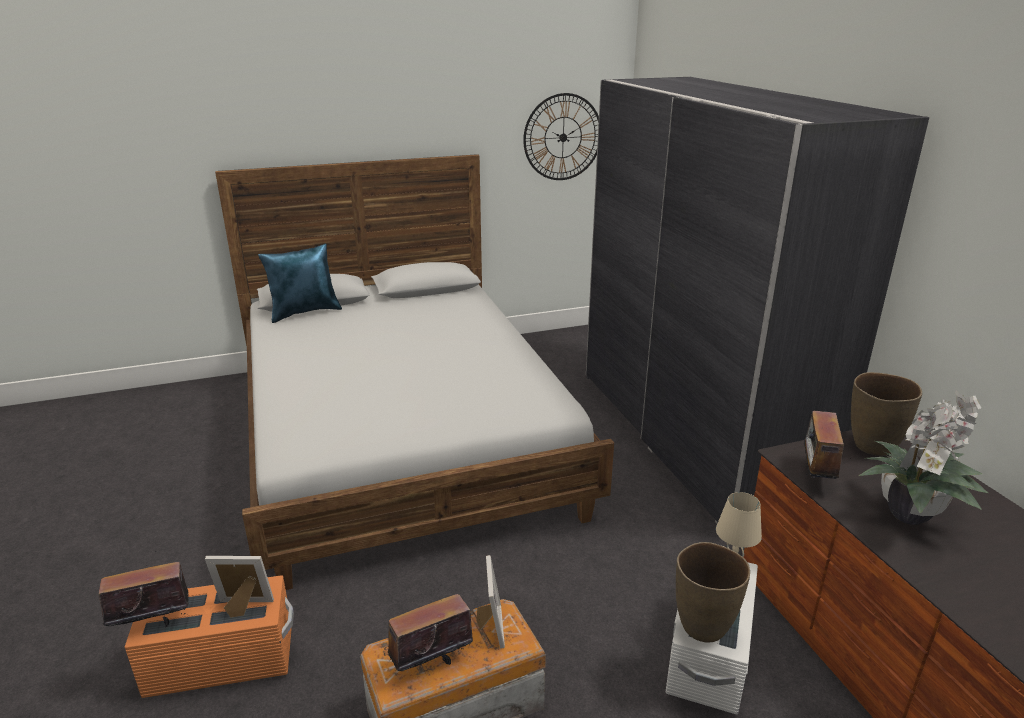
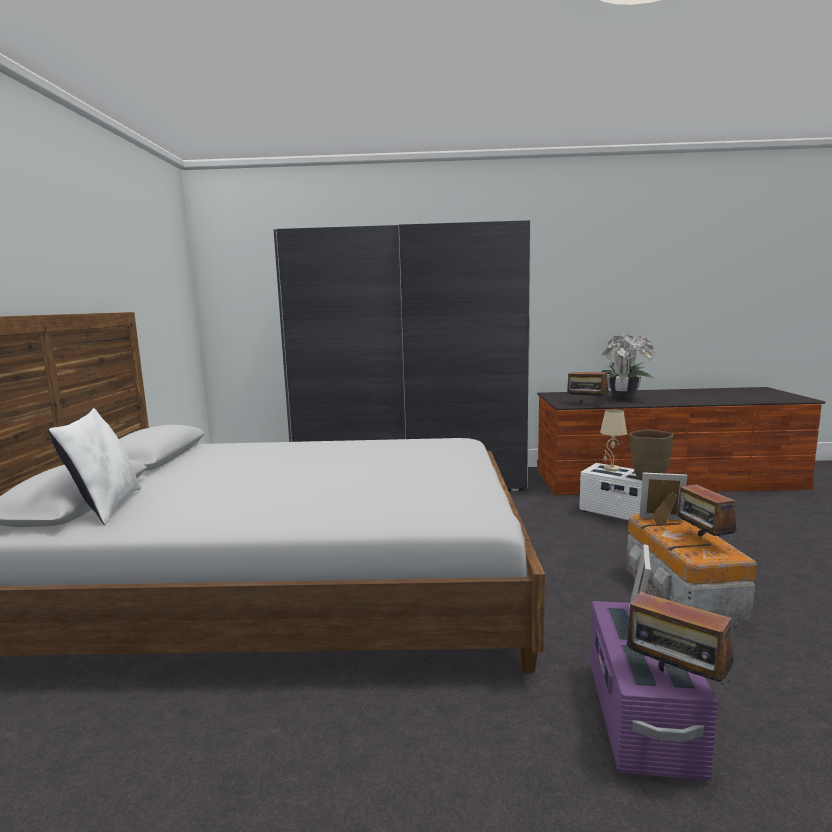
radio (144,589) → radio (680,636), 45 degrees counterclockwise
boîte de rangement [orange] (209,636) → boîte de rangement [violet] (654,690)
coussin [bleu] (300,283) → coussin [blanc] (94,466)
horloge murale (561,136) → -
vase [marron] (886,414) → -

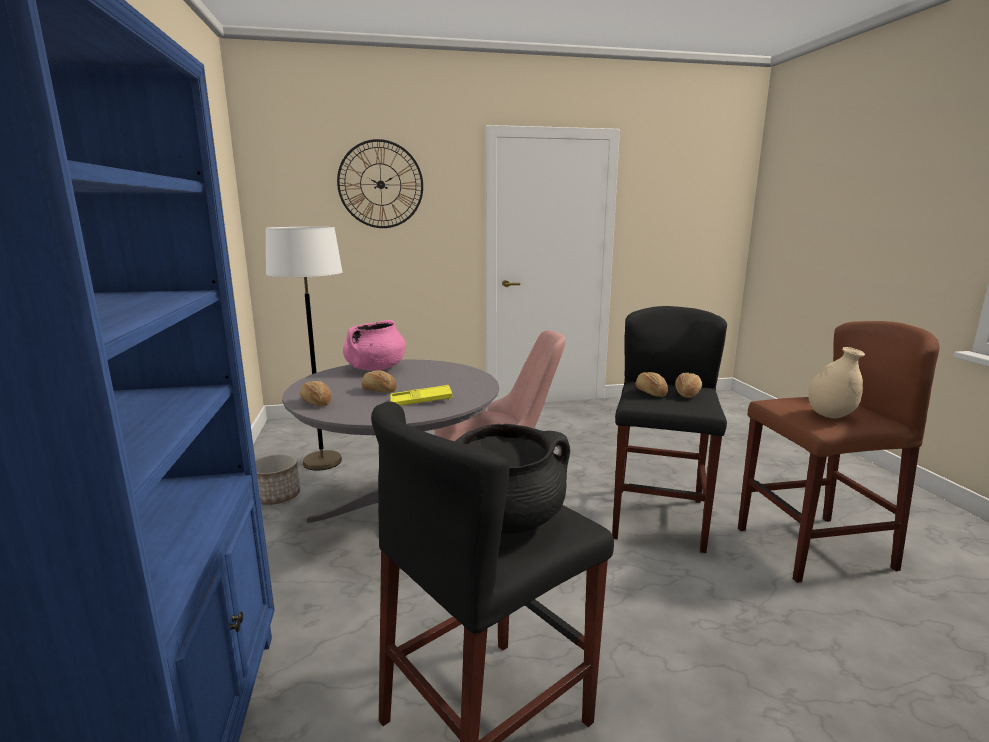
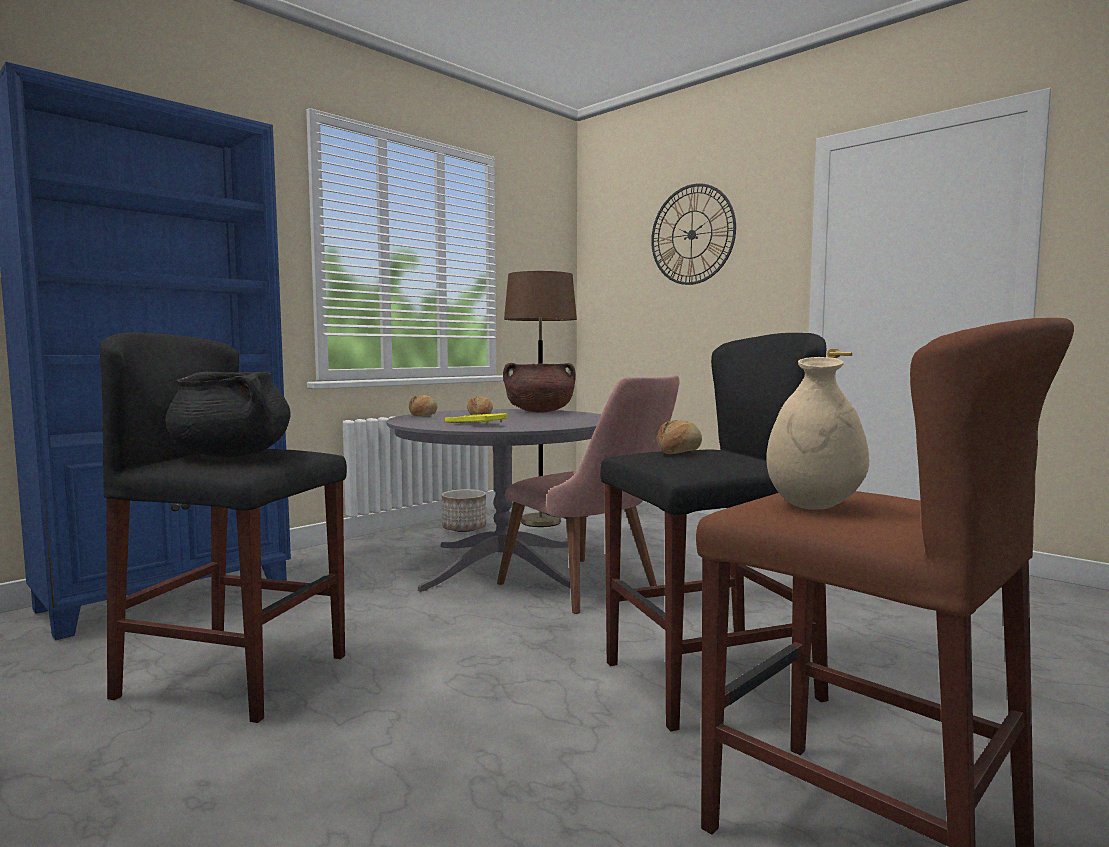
lampadaire [blanc] (304,348) → lampadaire [marron] (540,399)
marmite [rose] (374,345) → marmite [marron] (539,387)
pain (688,385) → -

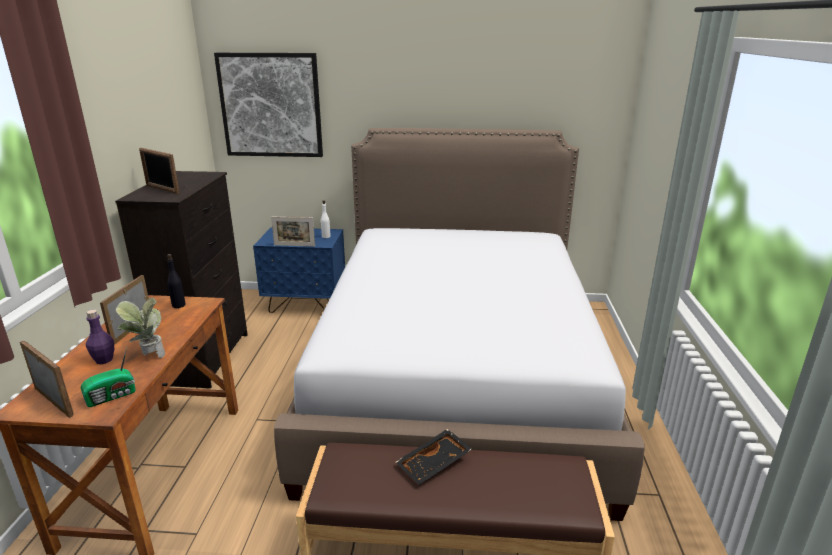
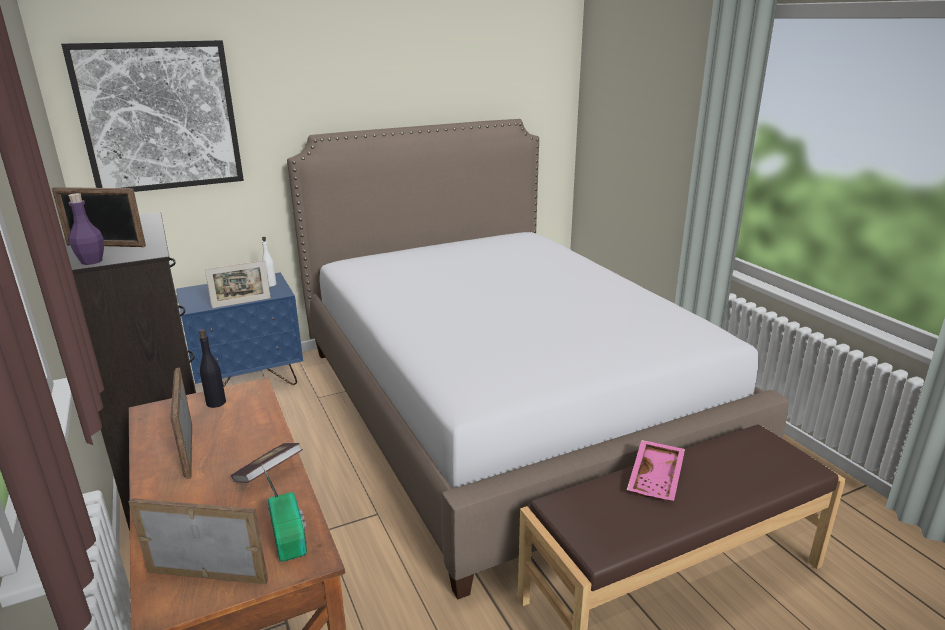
radio (108,377) → radio (284,513), 45 degrees counterclockwise
bouteille [violet] (100,337) → bouteille [violet] (86,229), relocated
plante en pot (140,327) → livre (267,463)
plateau [noir] (434,457) → plateau [rose] (656,470)

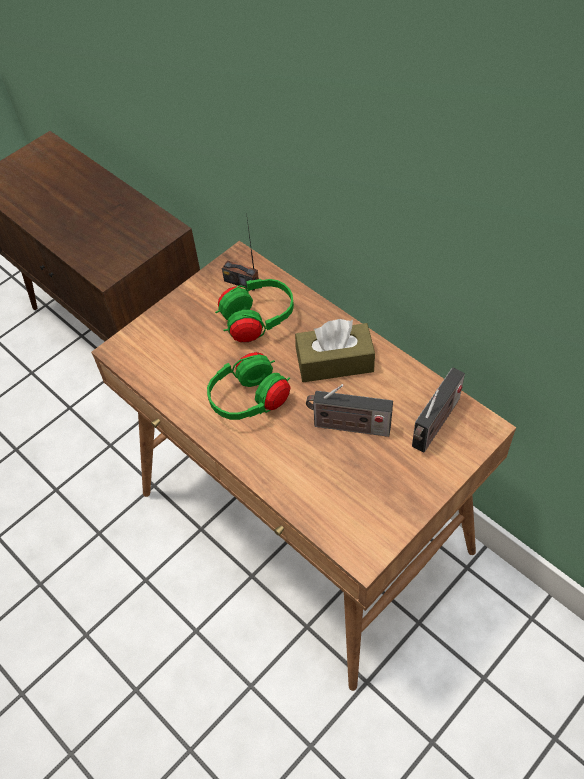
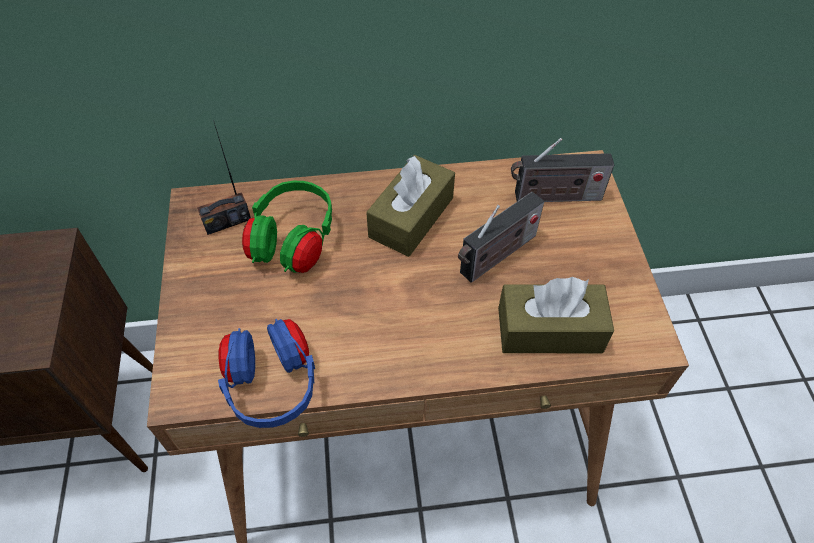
casque audio [vert] (249,386) → -
radio (438,410) → radio (562,170), 105 degrees clockwise
- → casque audio [bleu] (266,373)
- → boîte à mouchoirs [marron] (556,315)

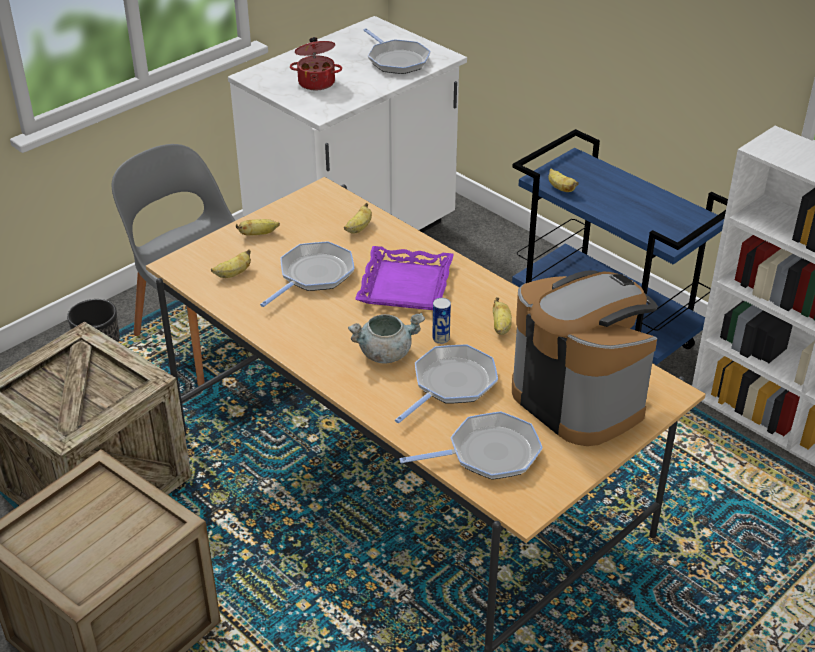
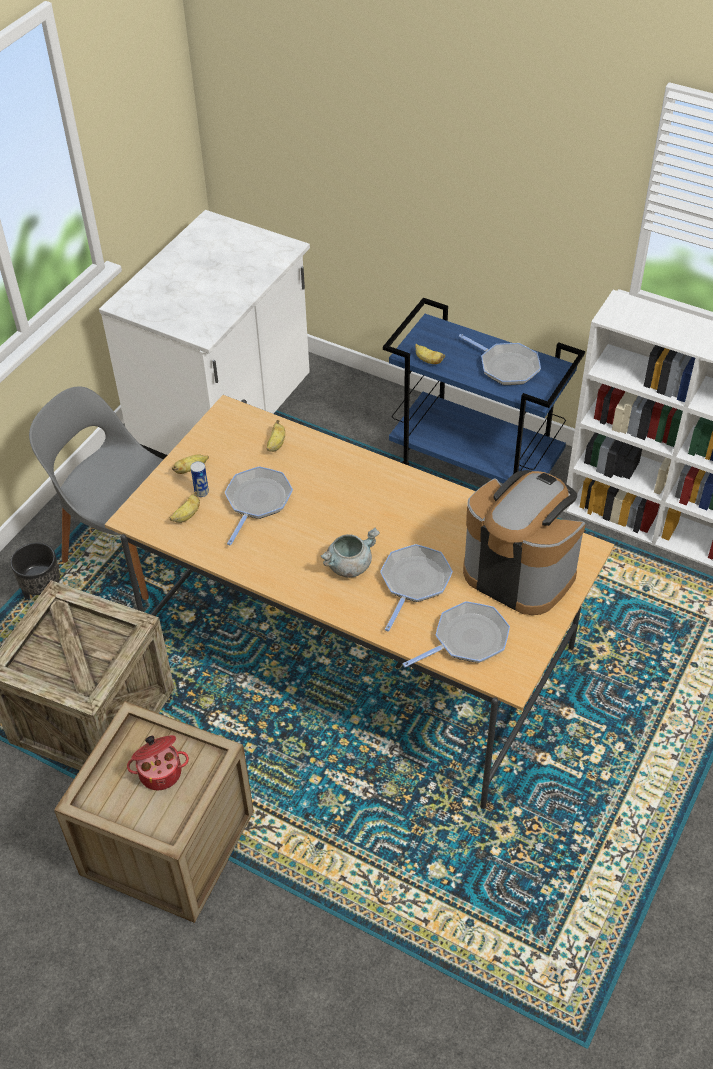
marmite (316,63) → marmite (158,762), relocated
plateau [violet] (404,278) → -
poêle (397,51) → poêle (500,359), relocated
boîte métallique (441,321) → boîte métallique (199,479), relocated
banane (502,316) → -

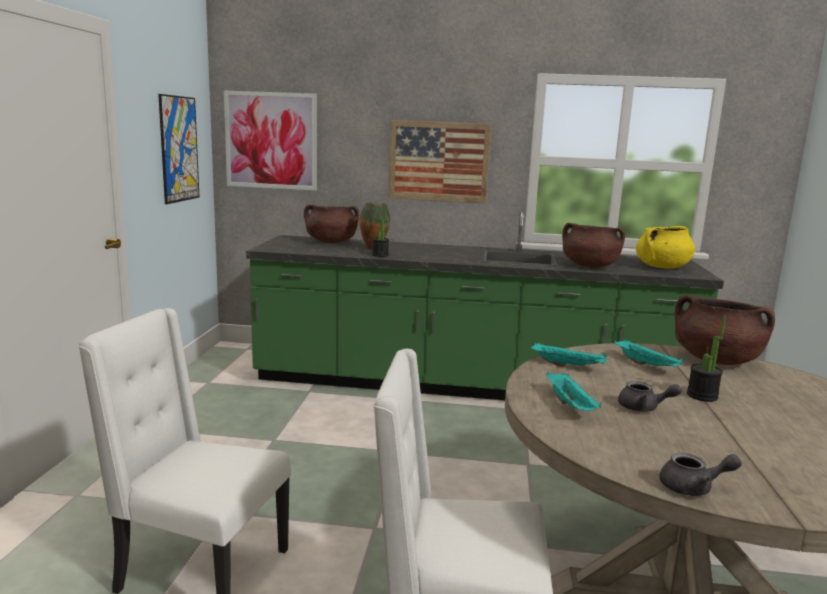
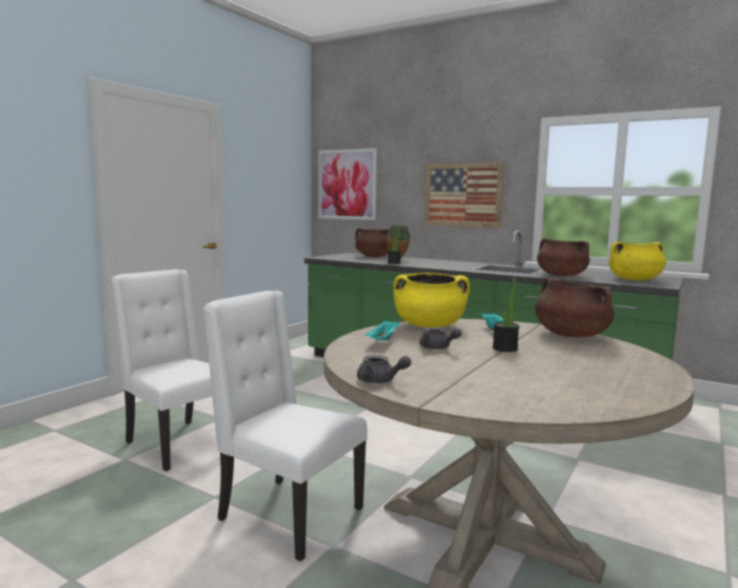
tableau (179,149) → -
plateau [turquoise] (569,355) → marmite [jaune] (431,300)

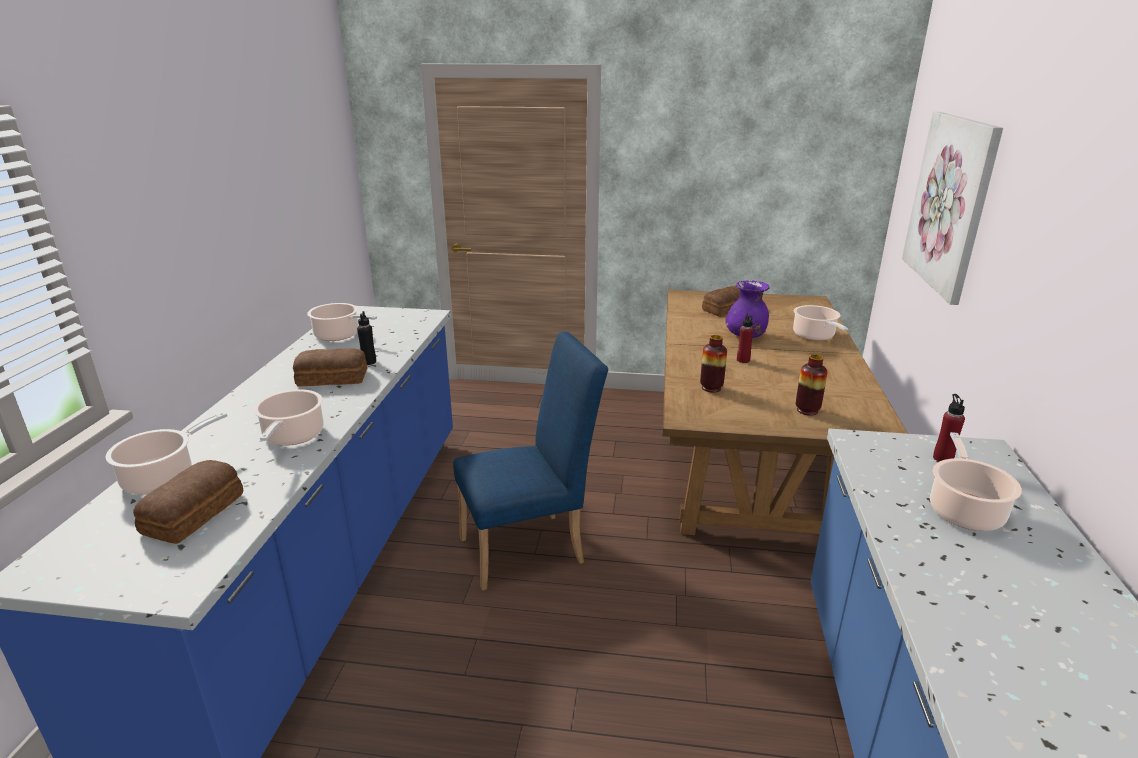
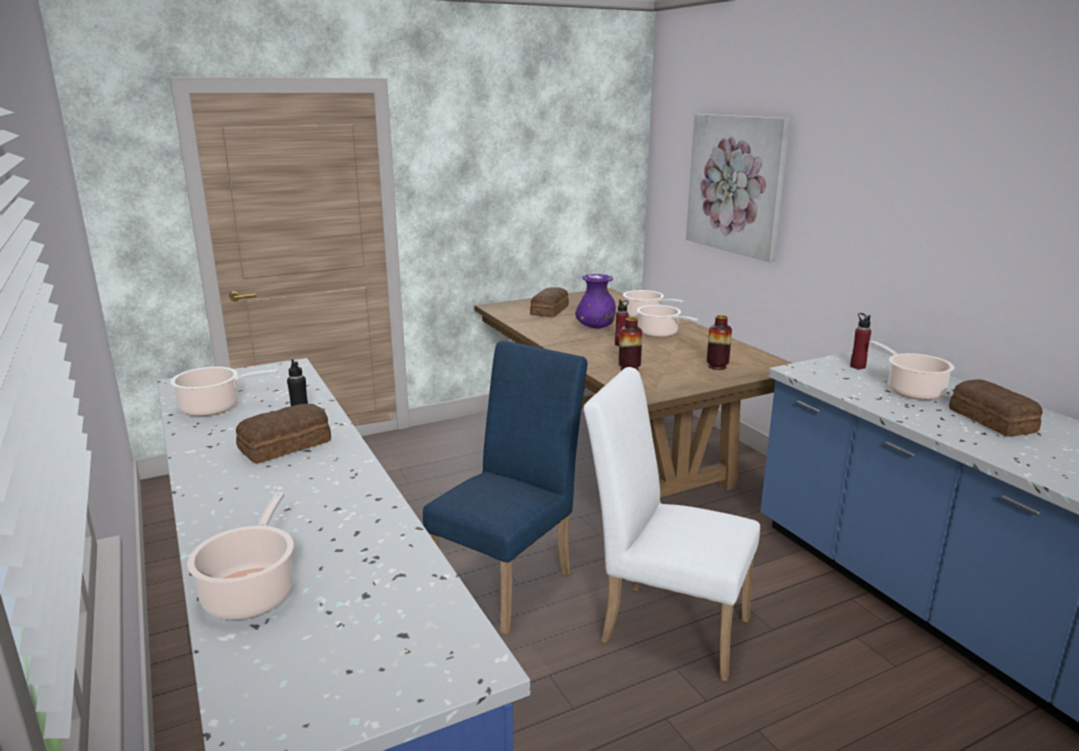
pain (188,502) → pain (996,408), relocated
marmite (288,417) → marmite (667,321), relocated
- → chaise [blanc] (671,524)

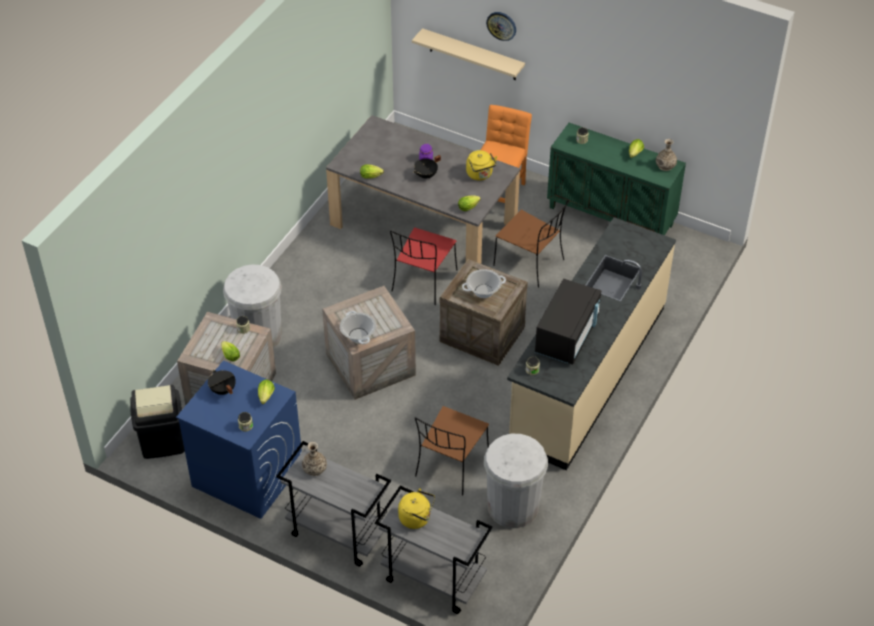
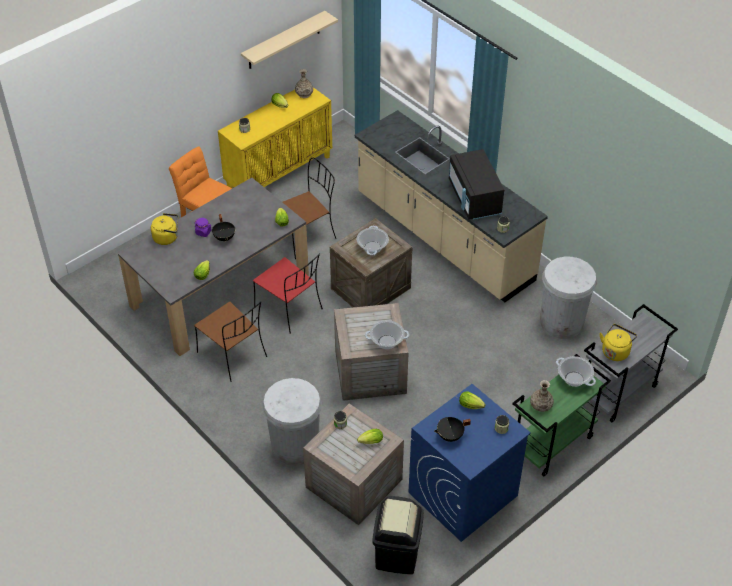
chariot [gris] (333,504) → chariot [vert] (561,415)
étagère [beige] (468,54) → étagère [beige] (289,40), relocated
chaise [marron] (452,450) → chaise [marron] (230,341), relocated
bouilloire [jaune] (481,165) → bouilloire [jaune] (164,229), relocated
horloge murale (501,26) → -
micro-ondes [noir] (568,322) → micro-ondes [noir] (476,184), 150 degrees counterclockwise
meuble de rangement [vert] (616,179) → meuble de rangement [jaune] (275,137)
- → marmite (576,371)

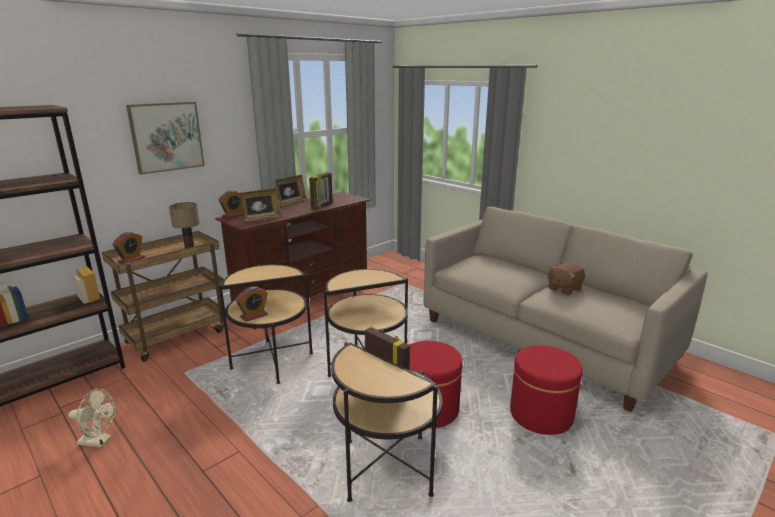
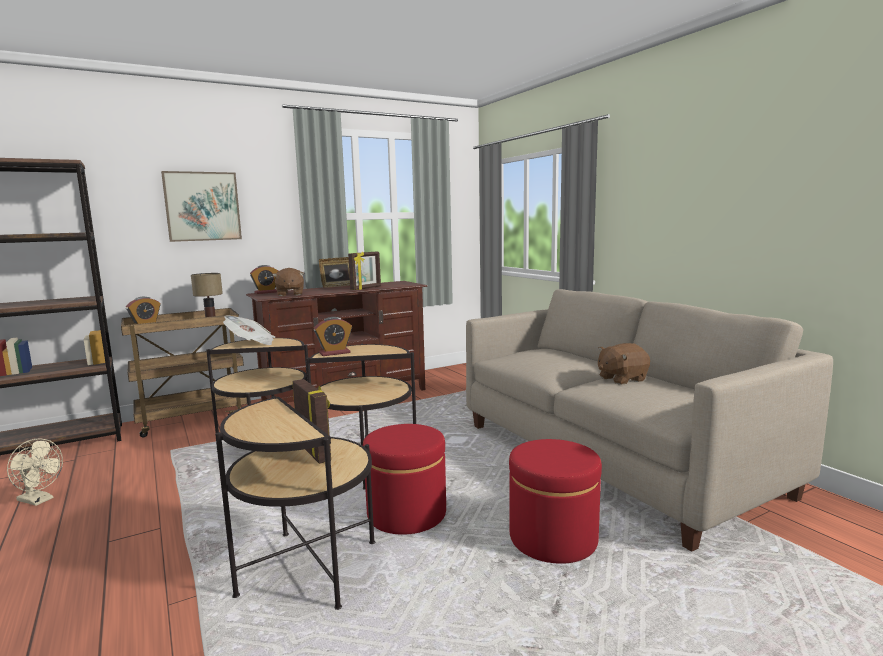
réveil (251,304) → réveil (333,336), relocated
cadre photo (260,205) → peluche [marron] (288,282)
- → journal (249,330)

